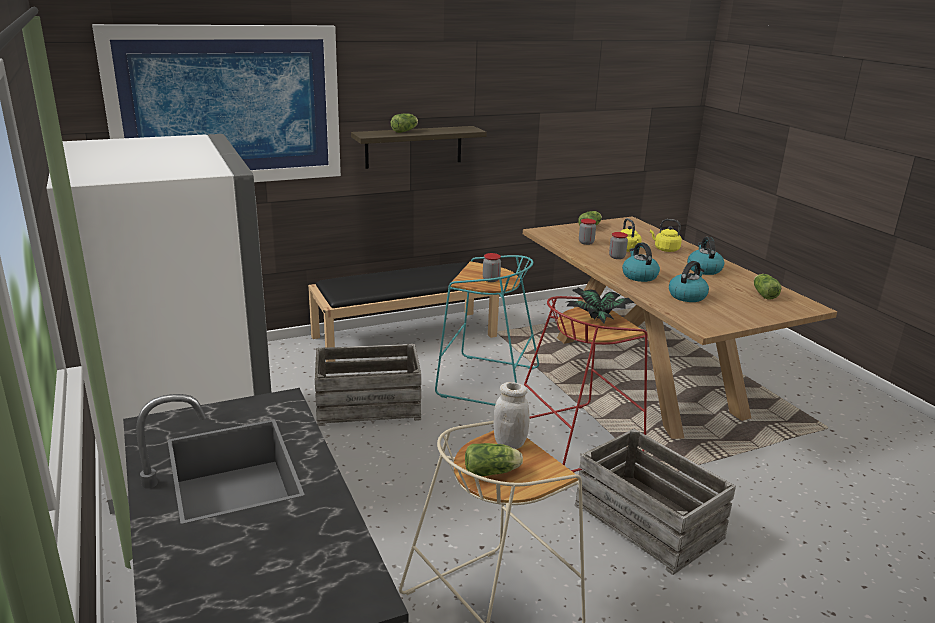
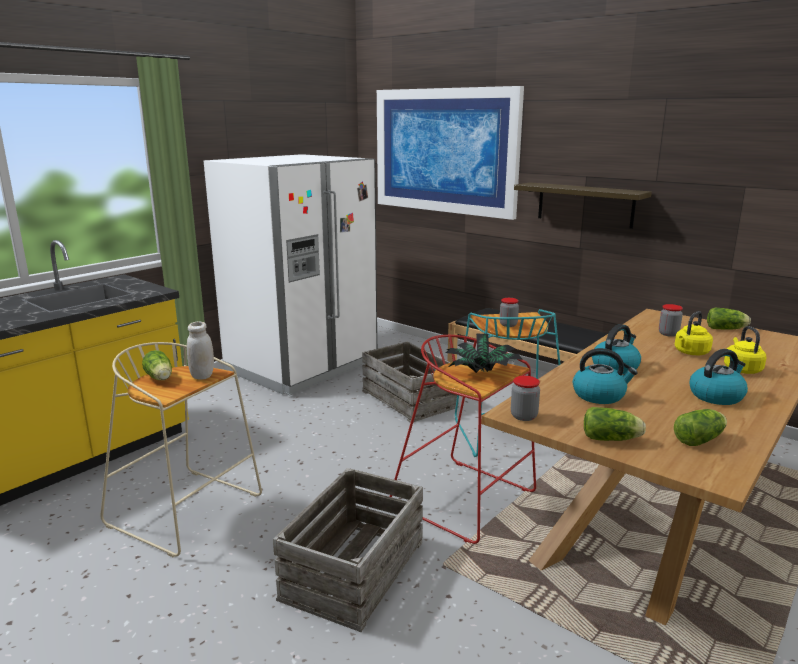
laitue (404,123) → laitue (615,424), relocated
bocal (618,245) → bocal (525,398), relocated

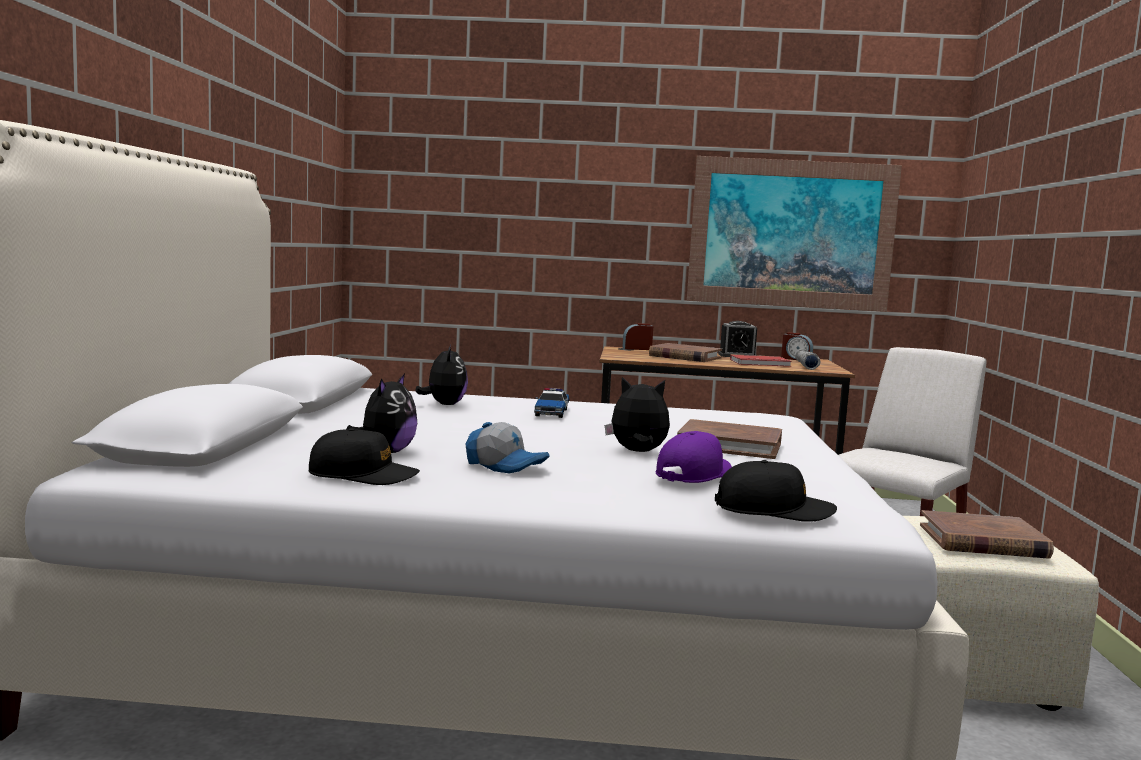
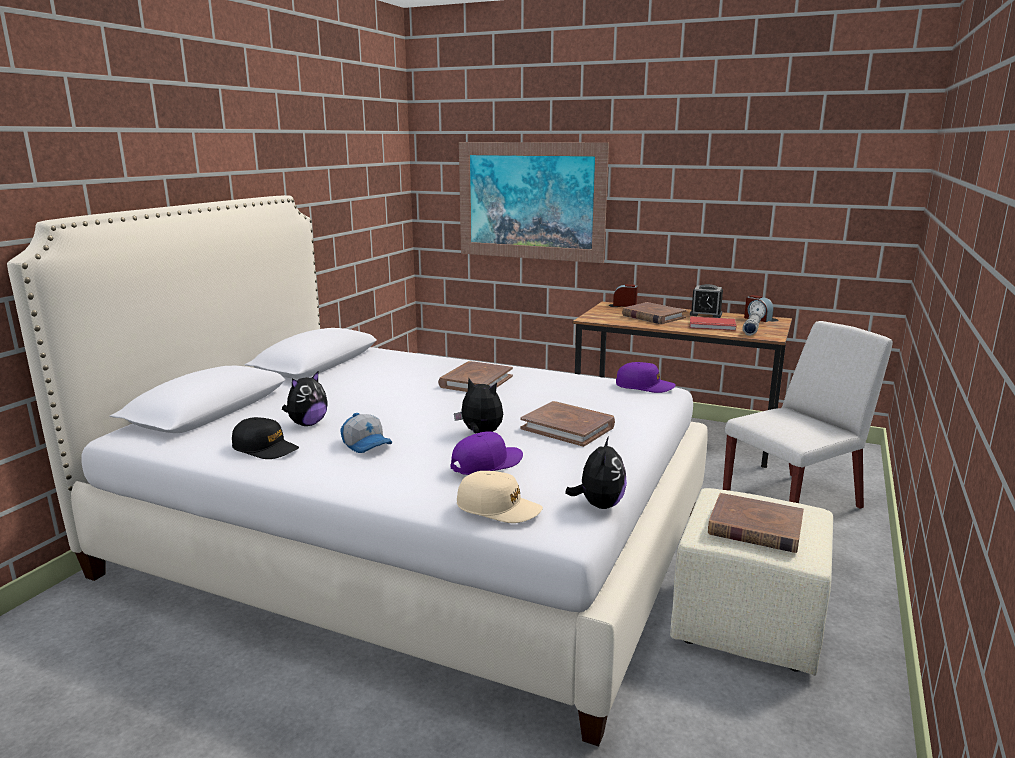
peluche (441,375) → peluche (596,472), relocated
petite voiture (551,403) → livre [marron] (475,376)
tableau (794,234) → tableau (534,202), relocated
casquette [noir] (776,491) → casquette [beige] (500,497)
- → casquette [violet] (646,377)

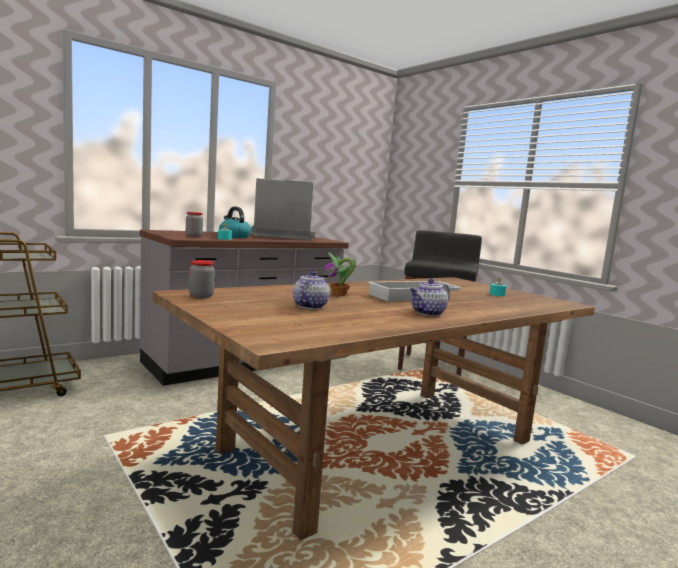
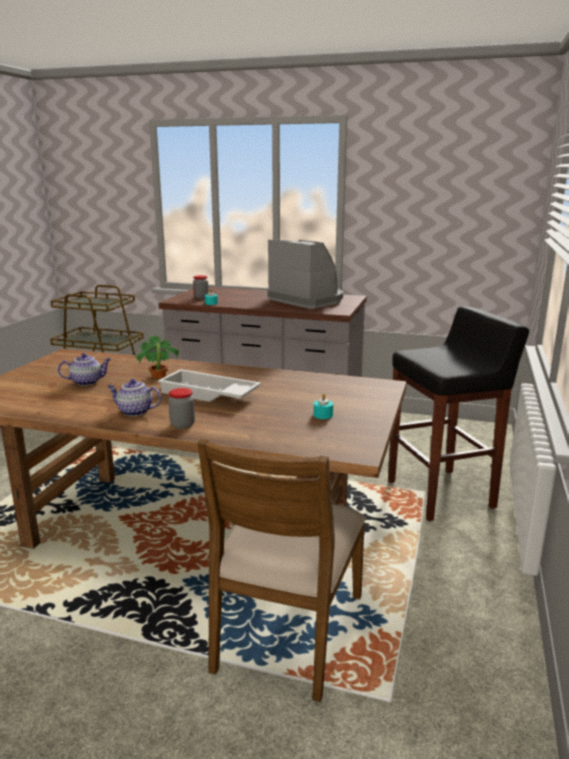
bocal (202,279) → bocal (181,408), relocated
bouilloire (235,222) → -
- → chaise [marron] (281,570)

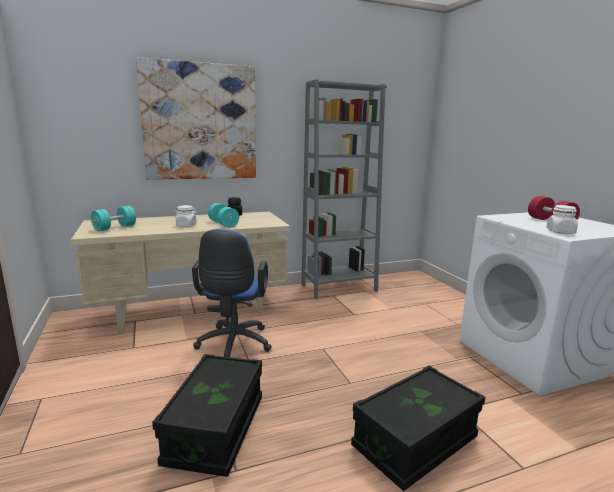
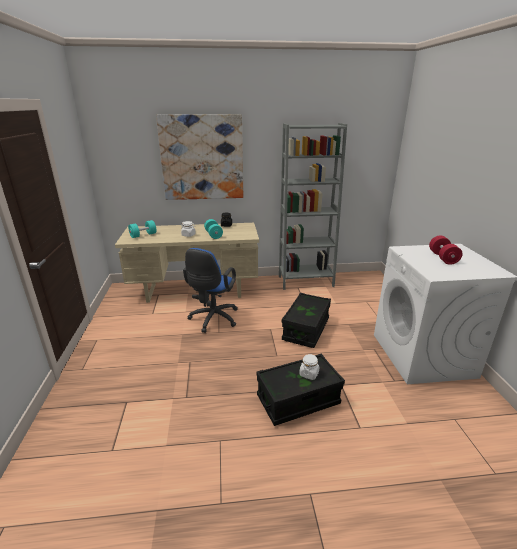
boîte de rangement [noir] (207,415) → boîte de rangement [noir] (306,320), relocated
bocal [blanc] (562,219) → bocal [blanc] (309,367), relocated

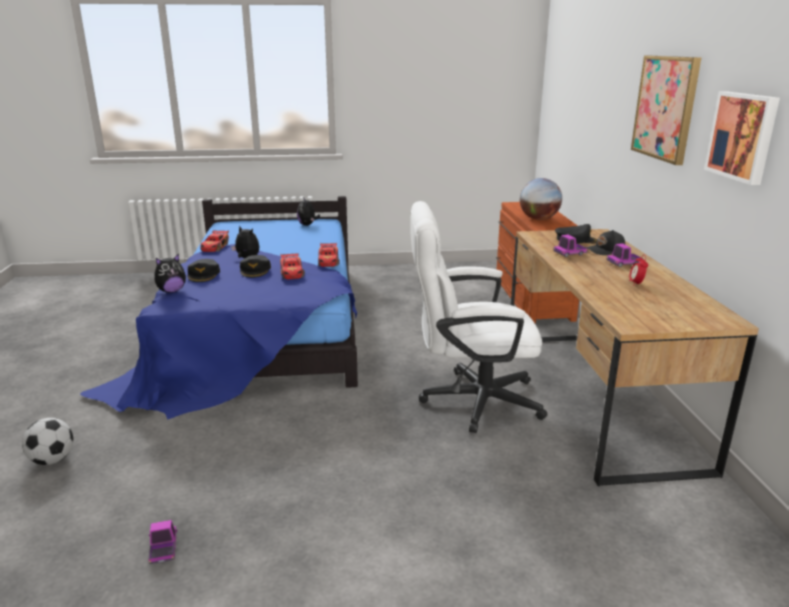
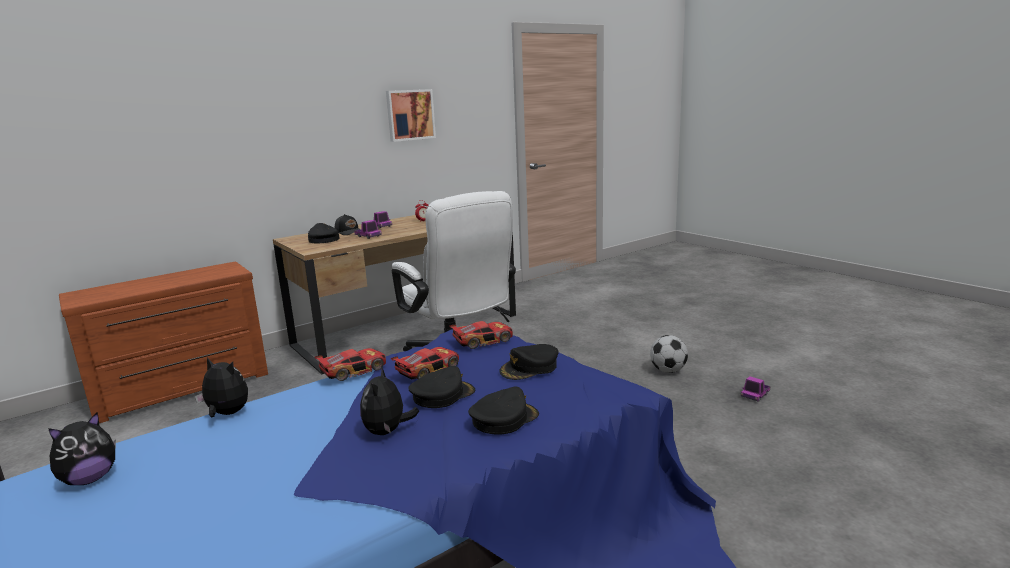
ballon de foot (47,441) → ballon de foot (669,354), relocated
peluche (170,273) → peluche (221,387), relocated
petite voiture (214,241) → petite voiture (481,335), relocated
globe (541,199) → -
tableau (666,110) → -
- → casquette [noir] (529,362)

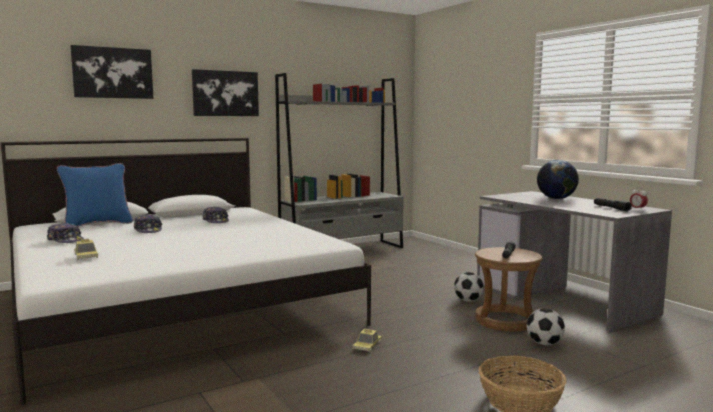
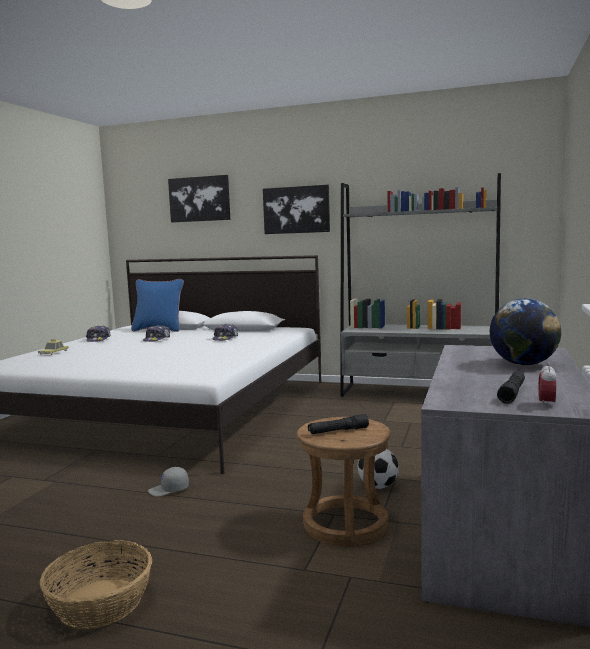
petite voiture (367,340) → casquette [gris] (168,482)
ballon de foot (546,326) → -

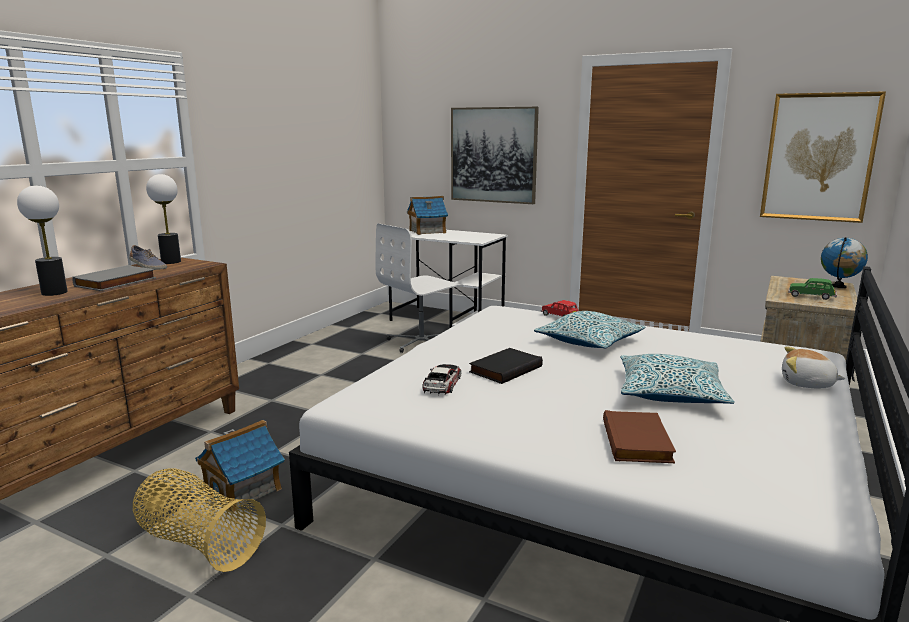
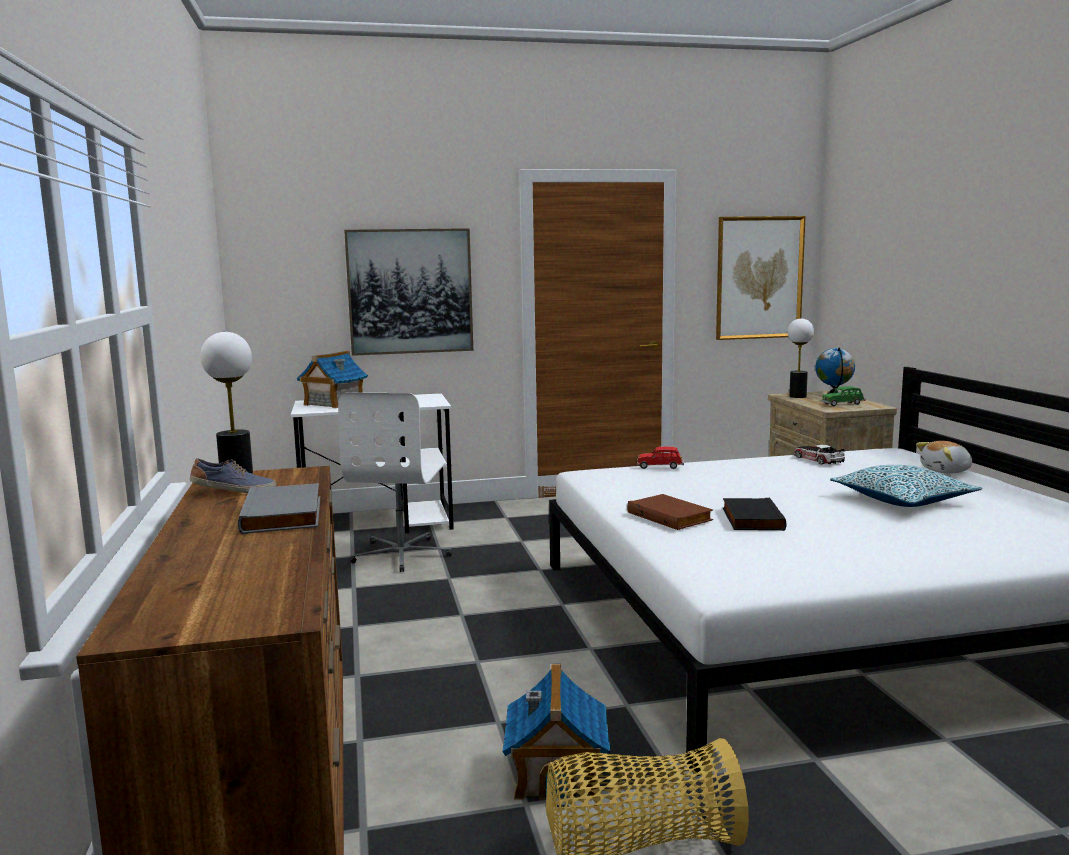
lampe de table (42,240) → lampe de table (801,358), relocated
petite voiture (441,379) → petite voiture (819,454), relocated
coussin (589,329) → -
livre [marron] (639,436) → livre [marron] (670,512), relocated

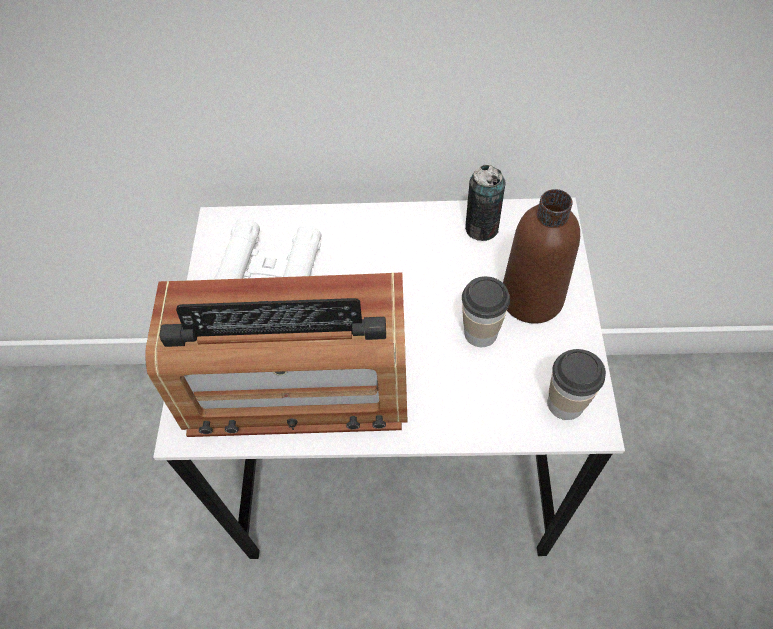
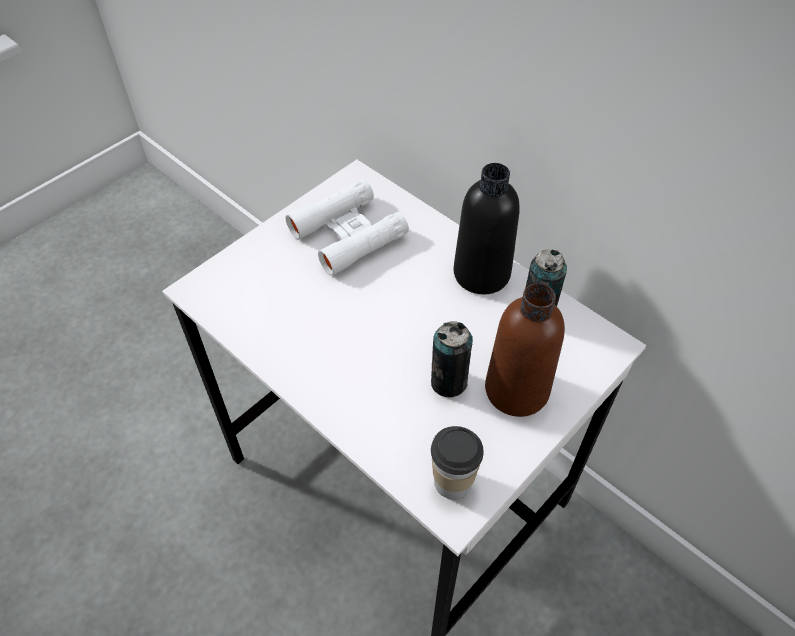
radio (276,354) → -
tasse (486,311) → boîte métallique (452,359)
- → bouteille [noir] (487,228)

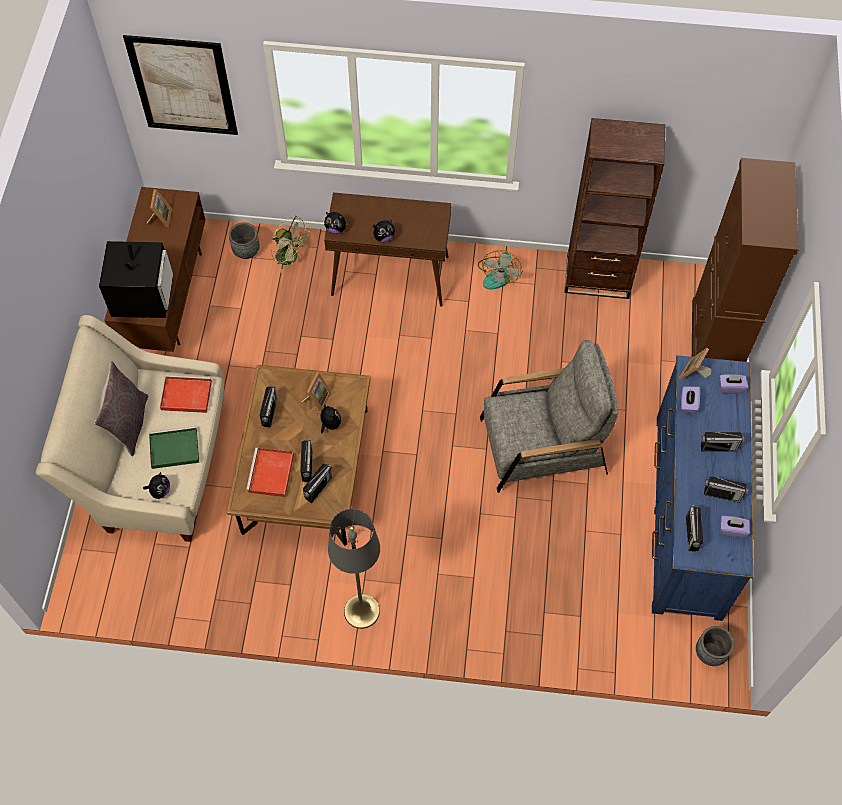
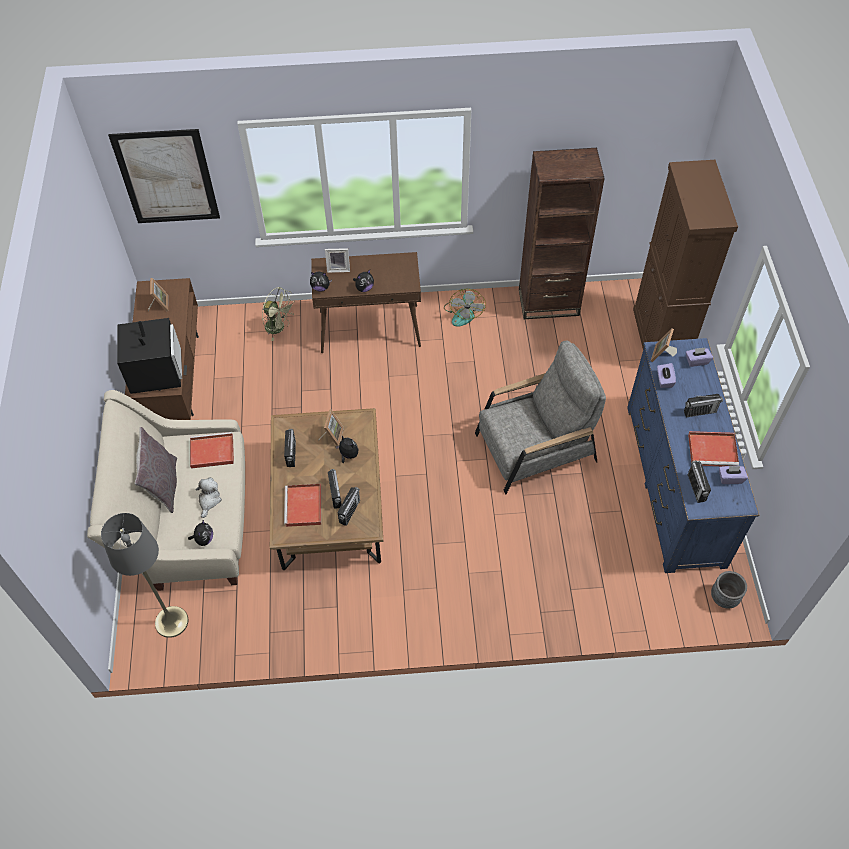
plateau [vert] (174,447) → peluche (209,498)
cache-pot [gris] (244,240) → -
lampadaire [gris] (354,569) → lampadaire [gris] (144,575), relocated
radio (726,489) → plateau [rouge] (713,448)
- → cadre photo (337,260)

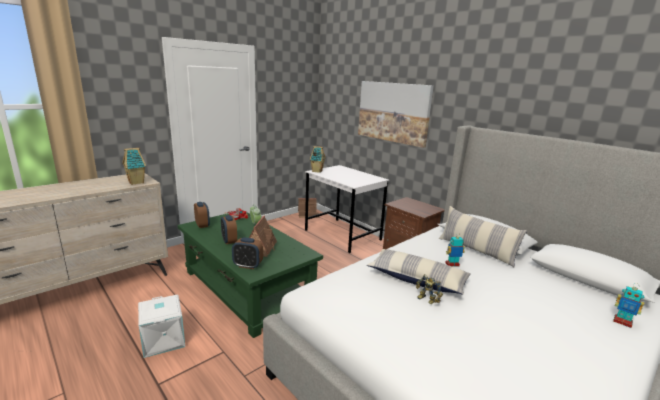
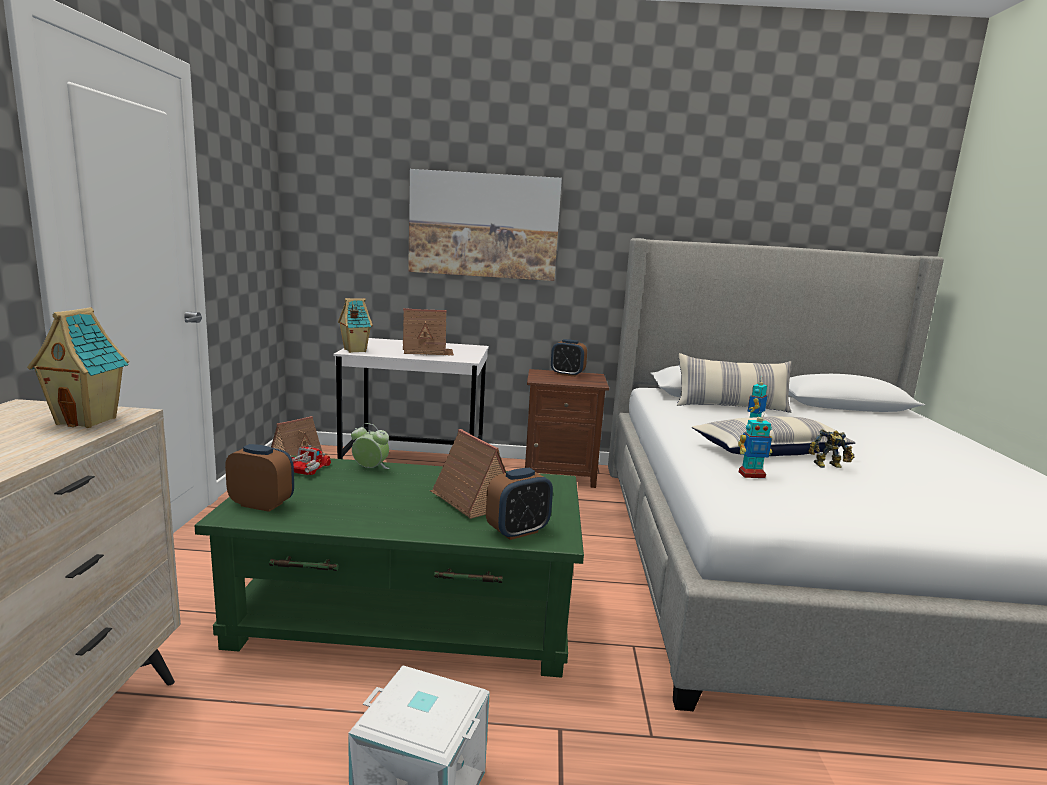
réveil (229,229) → réveil (569,358), relocated
robot jouet (628,305) → robot jouet (755,444), relocated
- → maison miniature (428,332)

